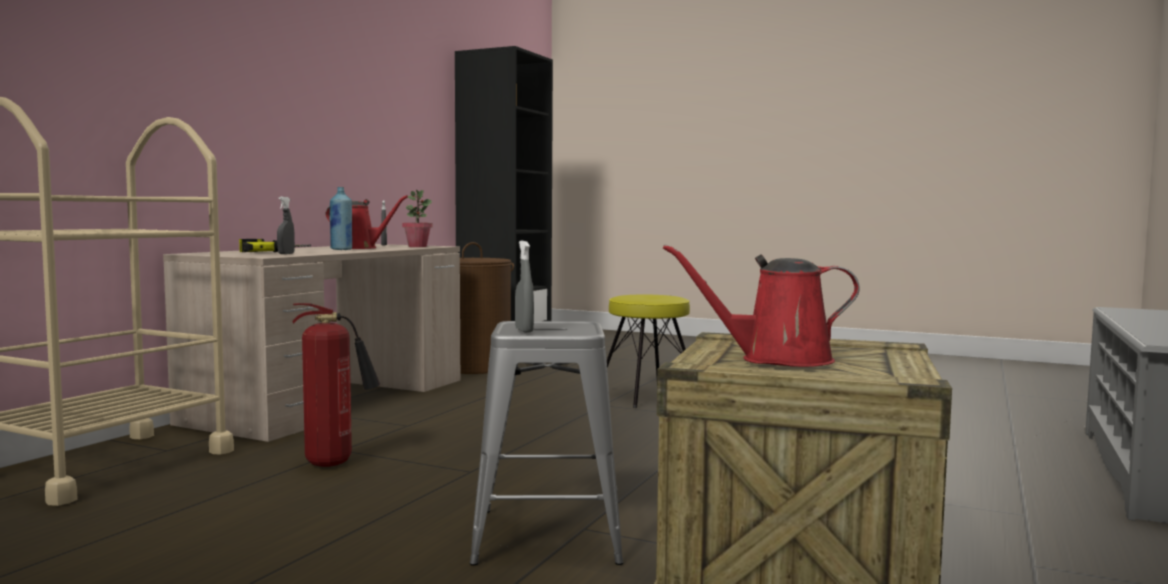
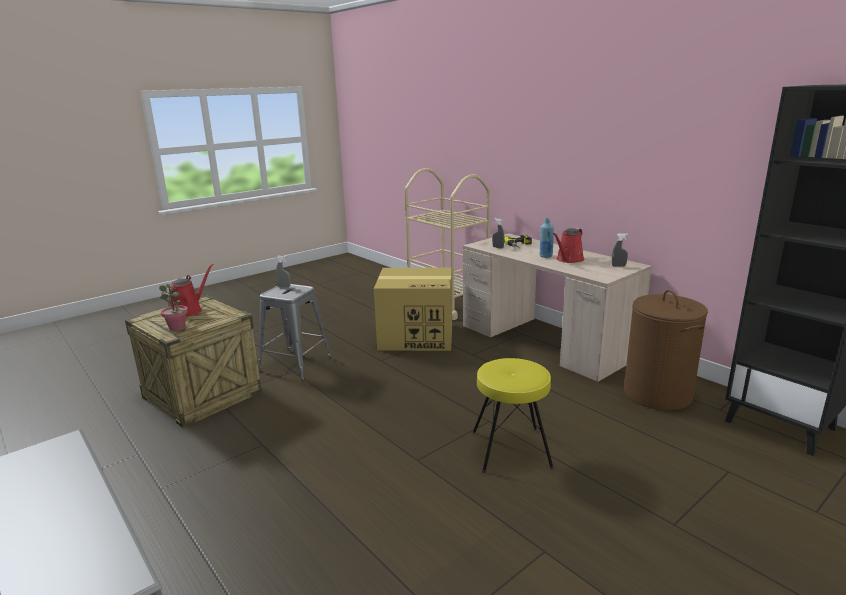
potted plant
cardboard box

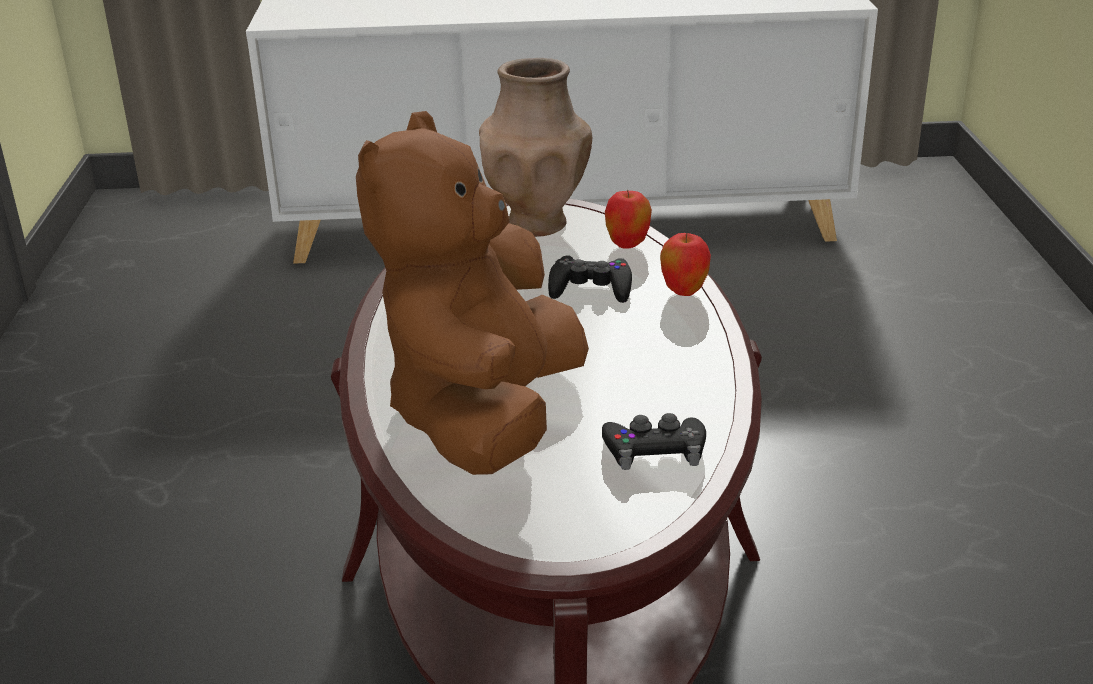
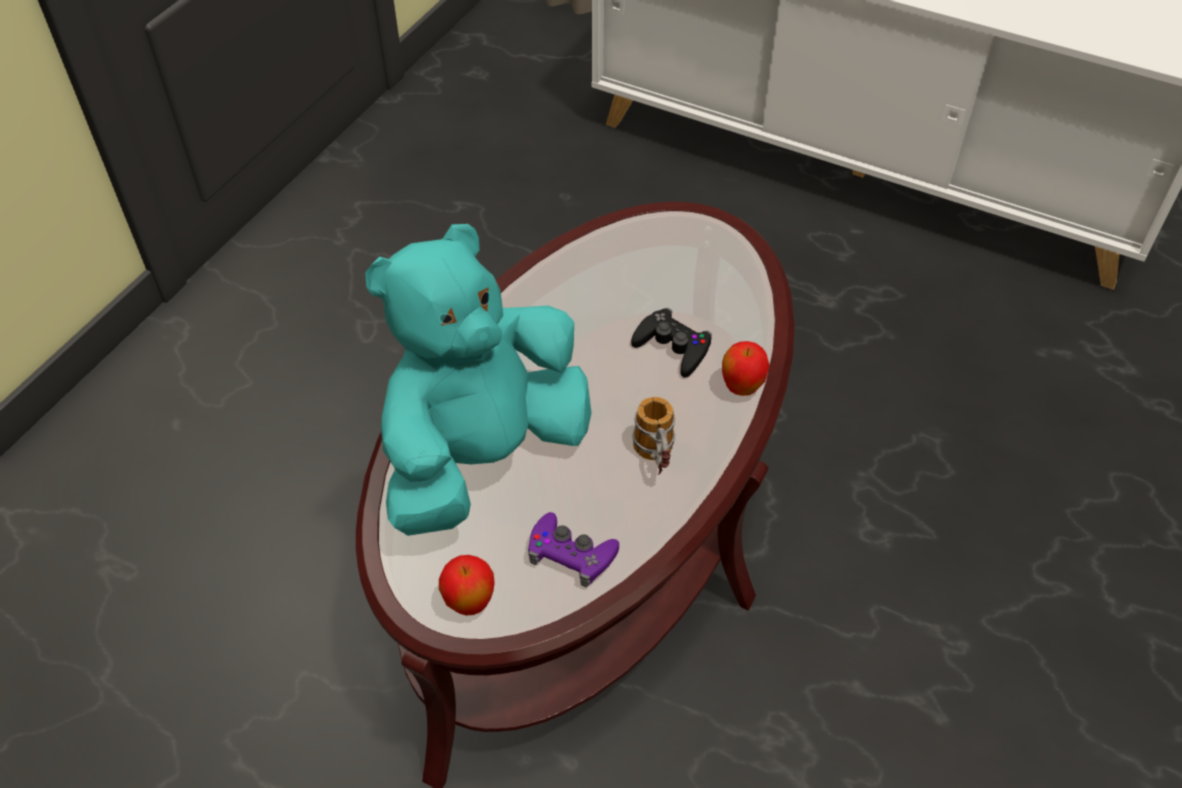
vase (brown)
mug
apple (1st from left)
plush toy (turquoise)
game controller (purple)

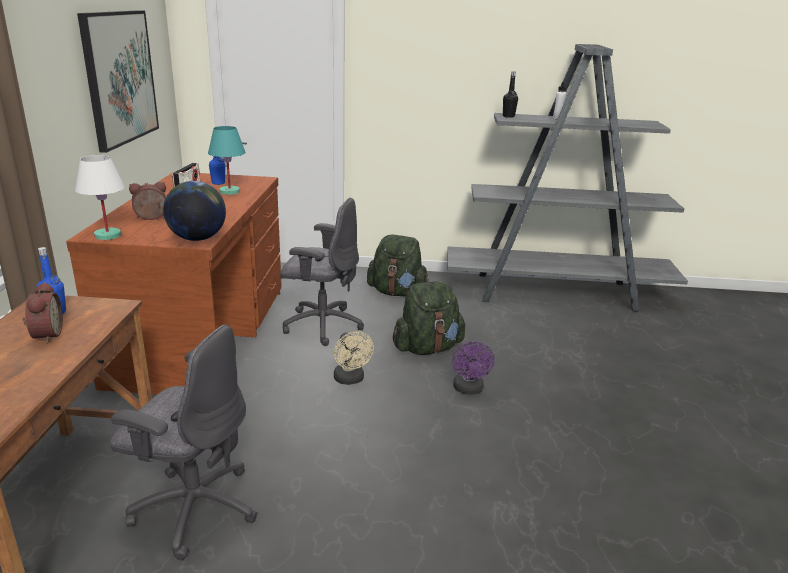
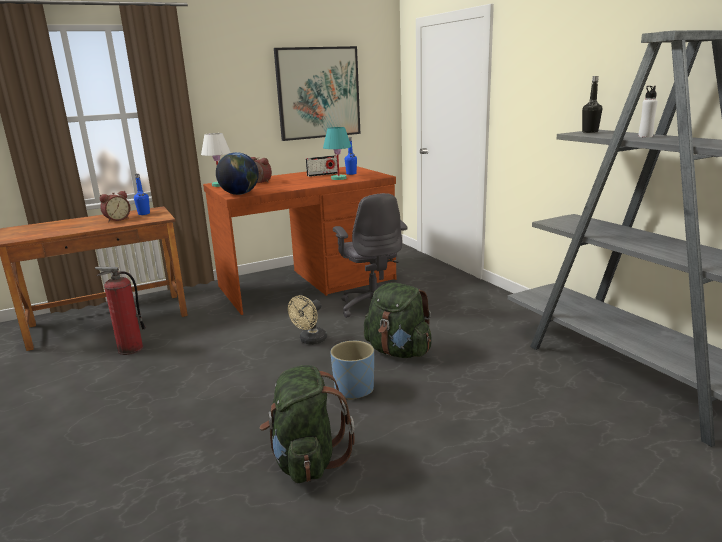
backpack (green) (1st from left)
fire extinguisher
planter (blue)

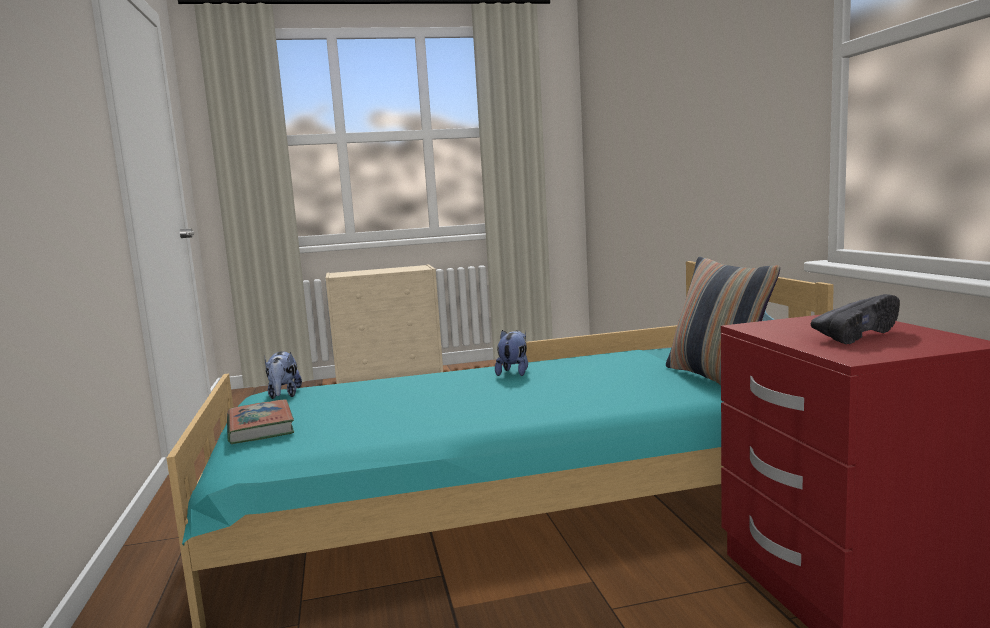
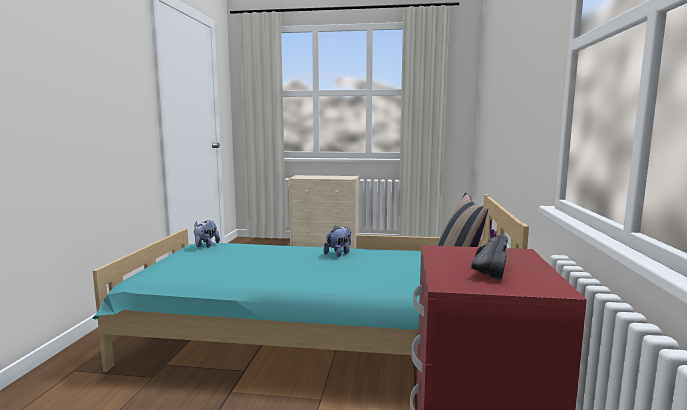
book
shoe (black)

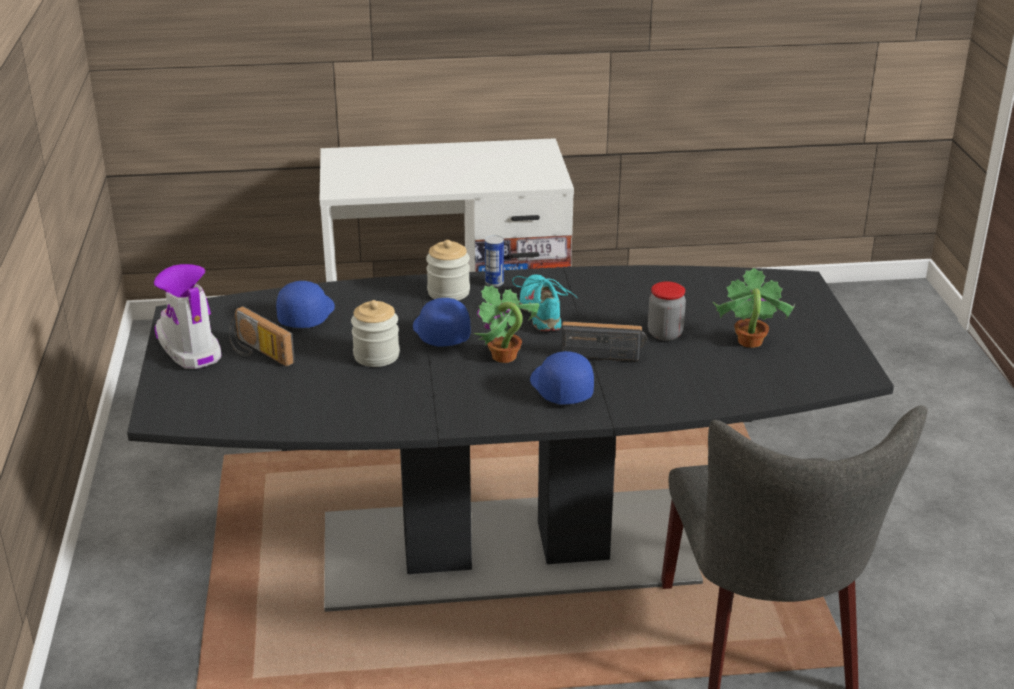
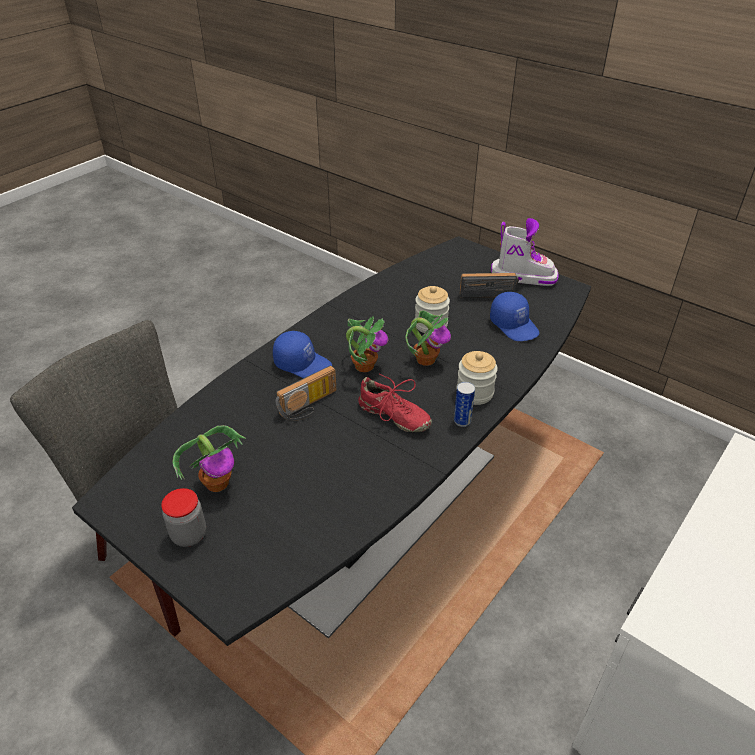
jar (1st from left)
potted plant (3rd from left)
shoe (red)

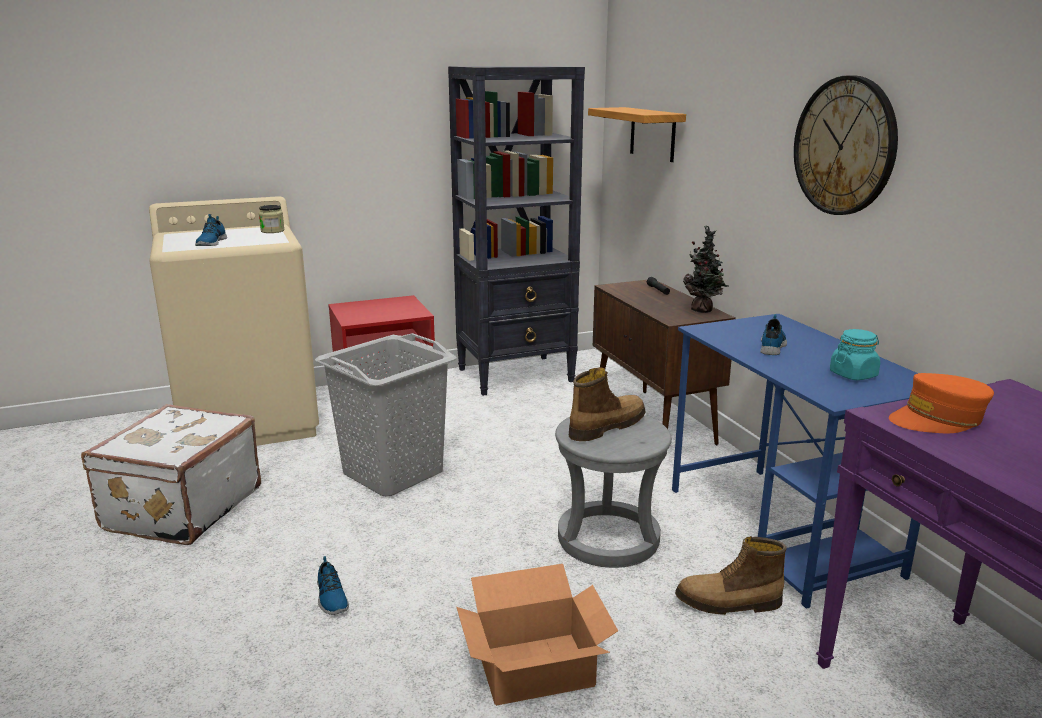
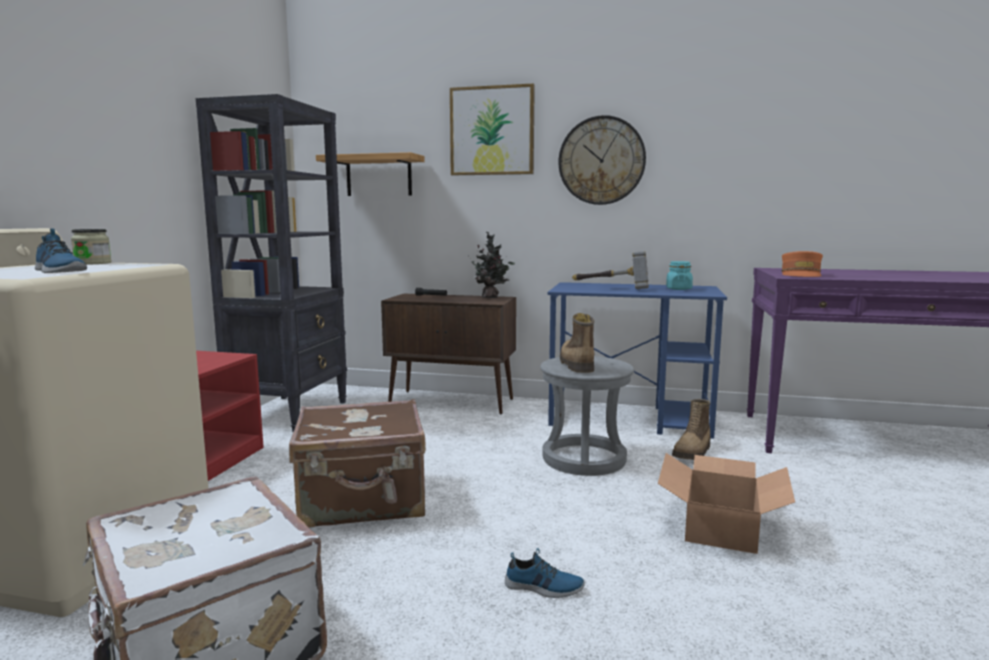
picture
suitcase (brown)
hammer

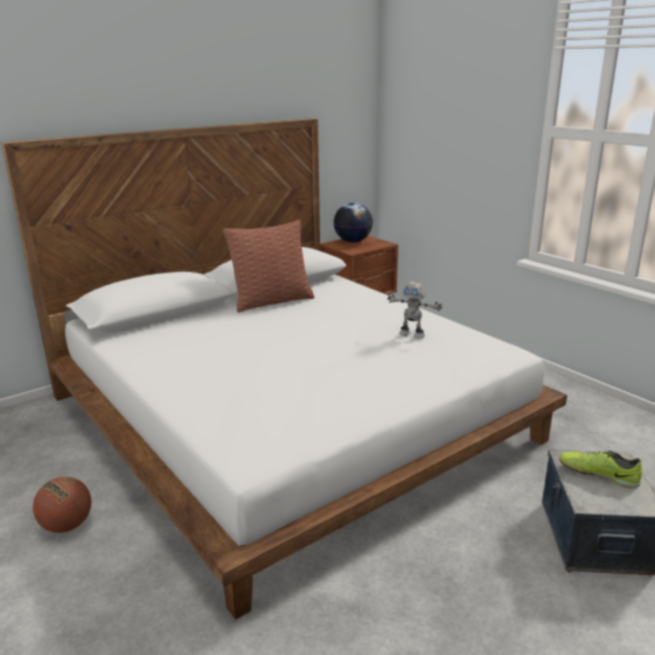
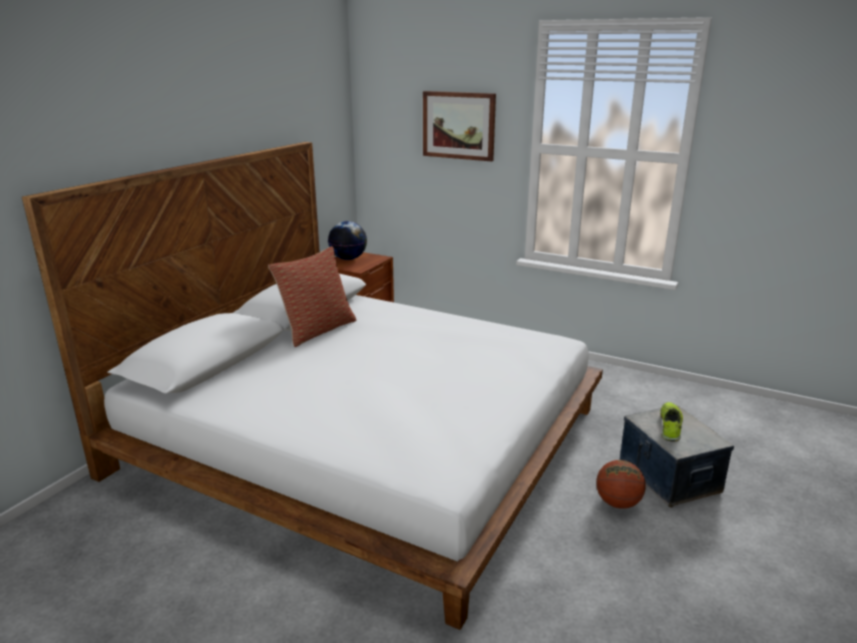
toy robot
picture
basketball
shoe

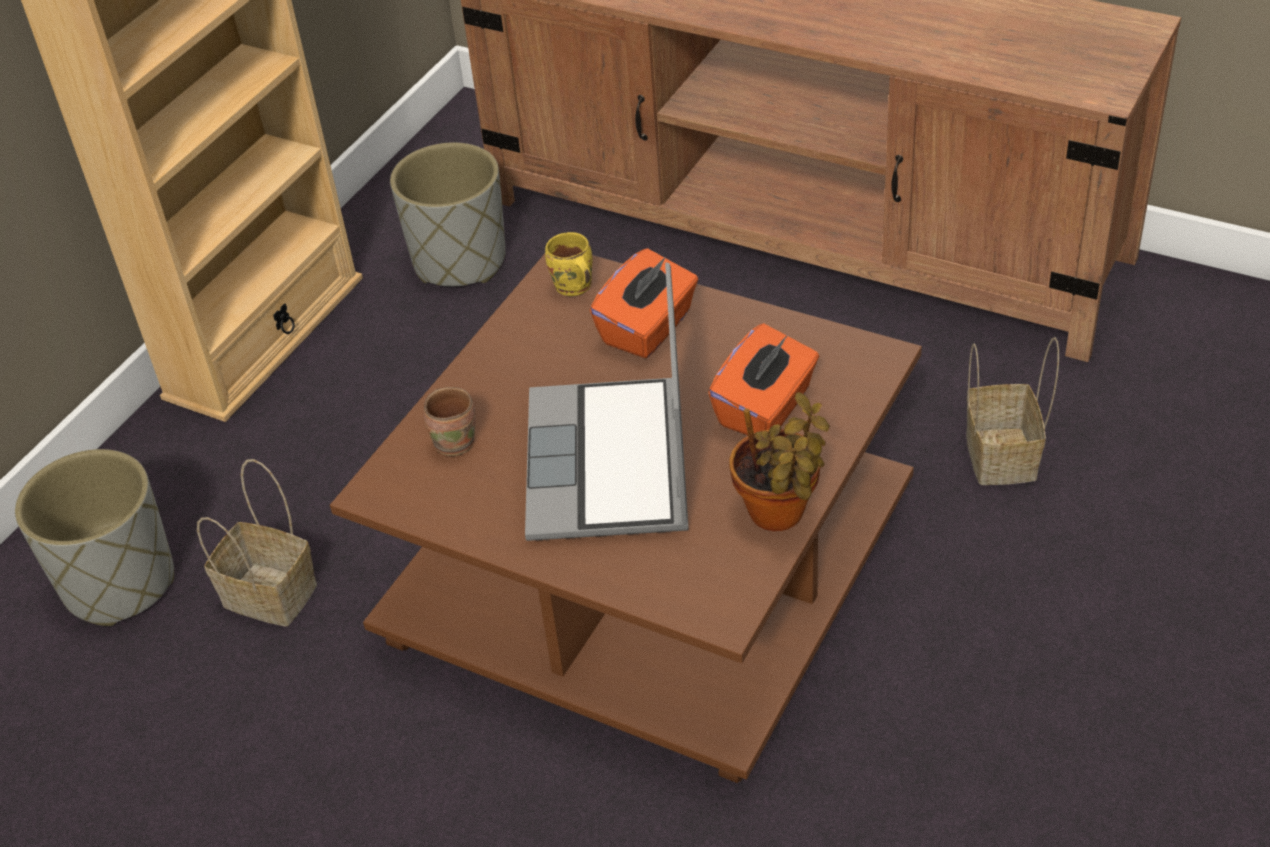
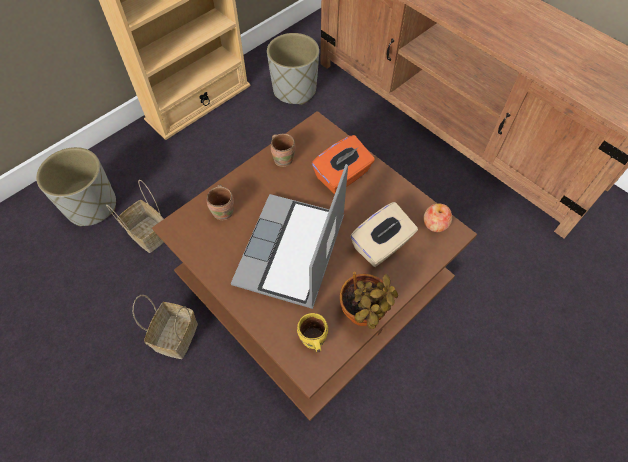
mug (brown) (2nd from left)
apple
mug (yellow)
basket (2nd from left)
tissue box (beige)

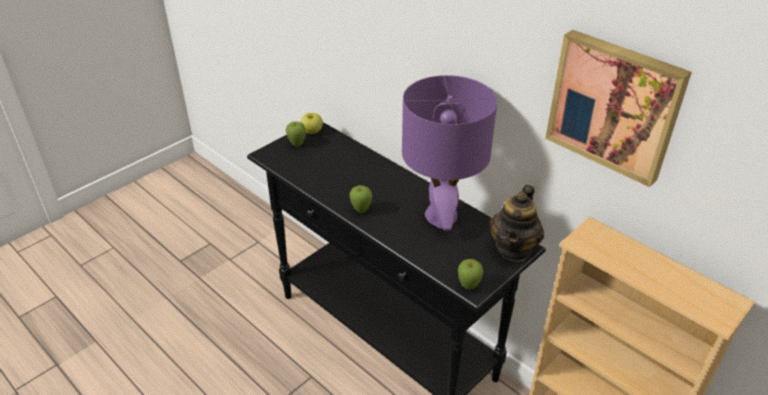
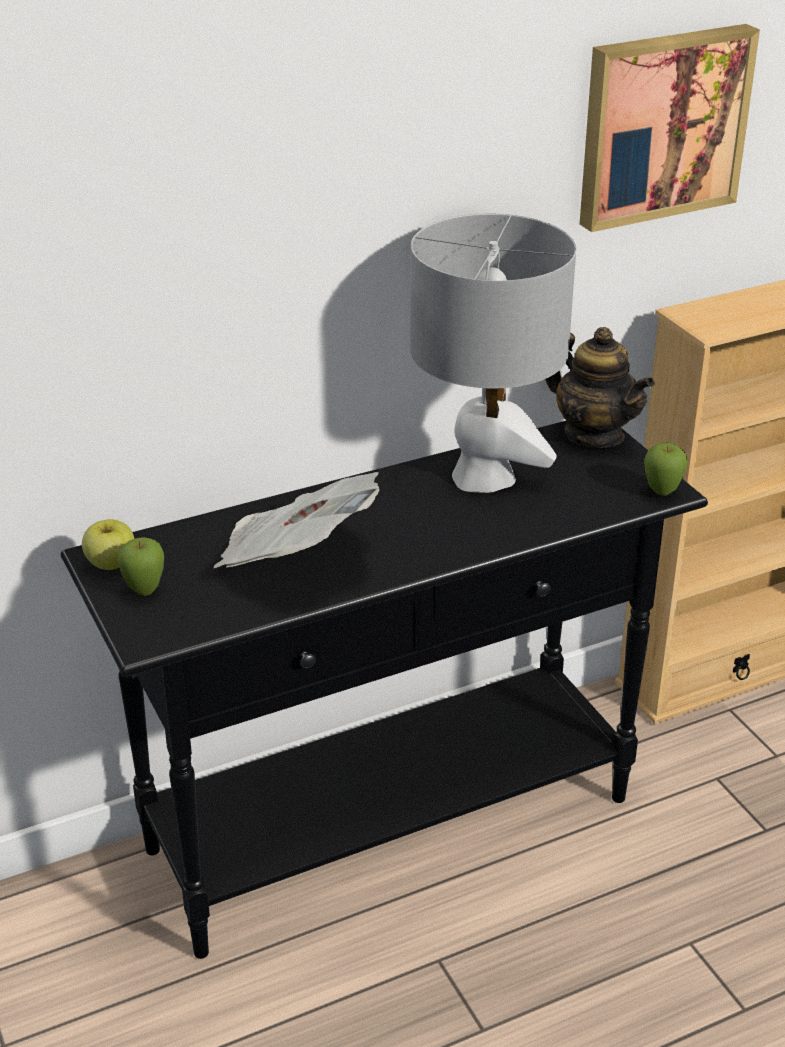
apple (3rd from left in the first image)
newspaper
table lamp (grey)

